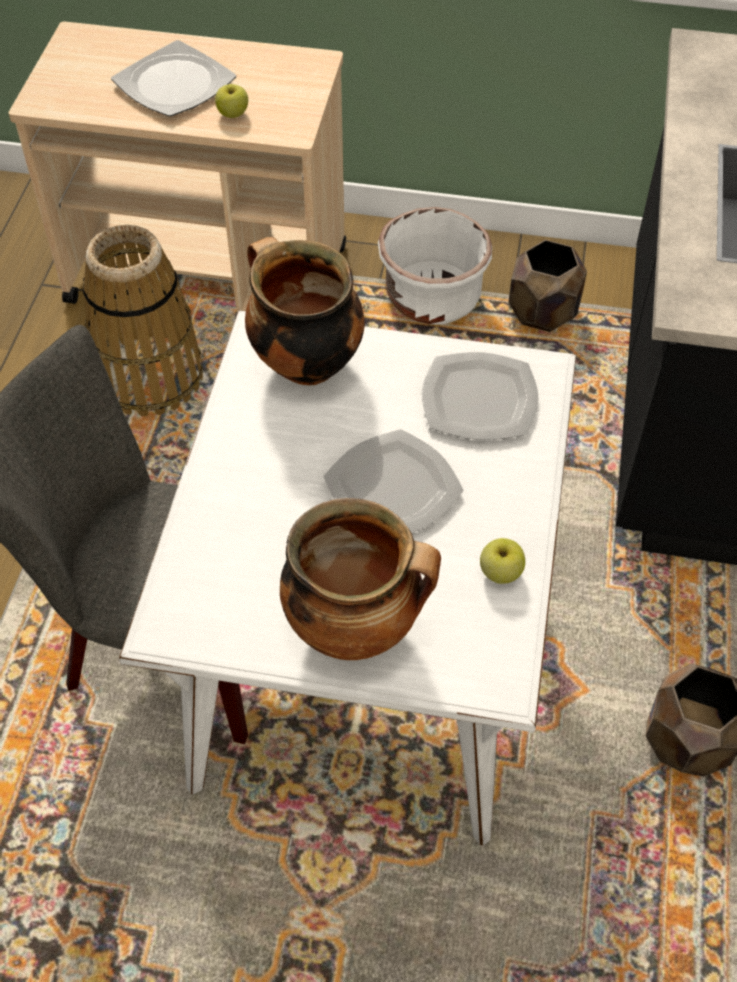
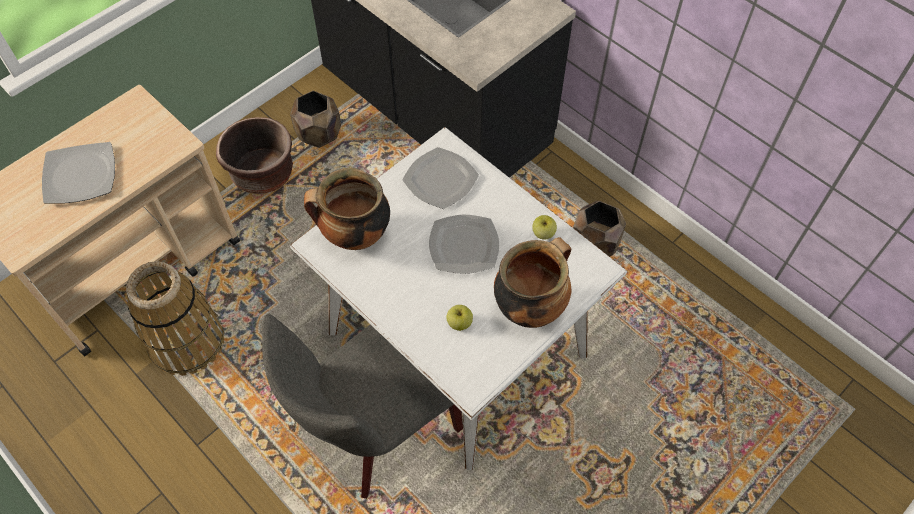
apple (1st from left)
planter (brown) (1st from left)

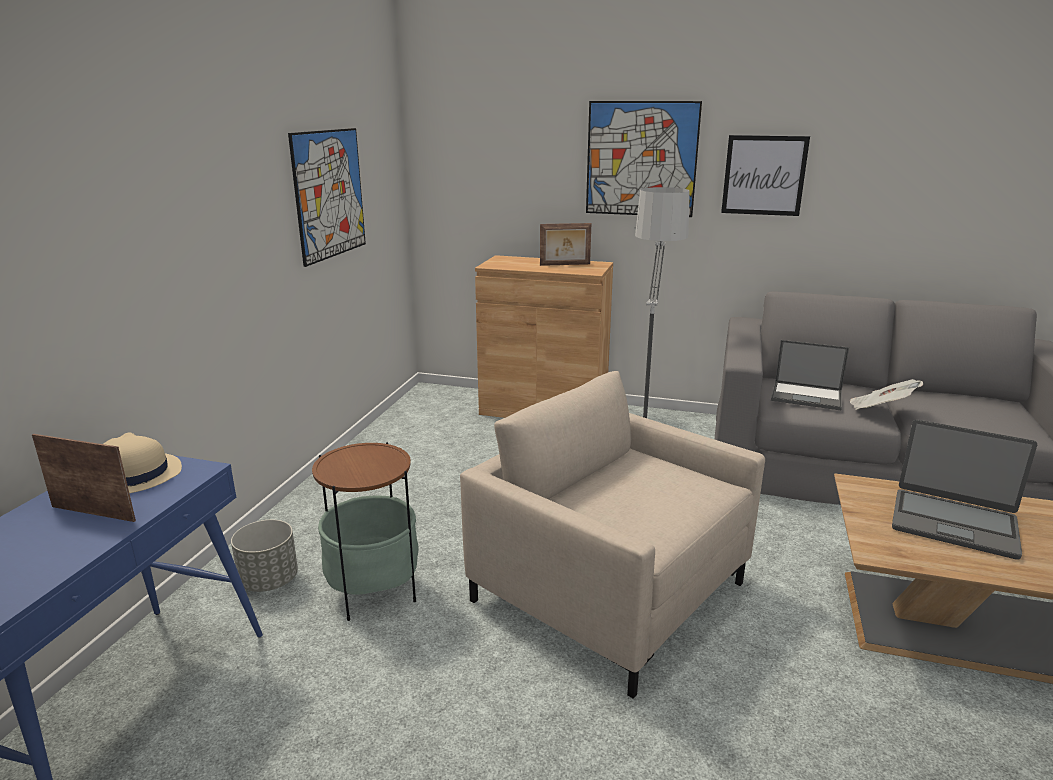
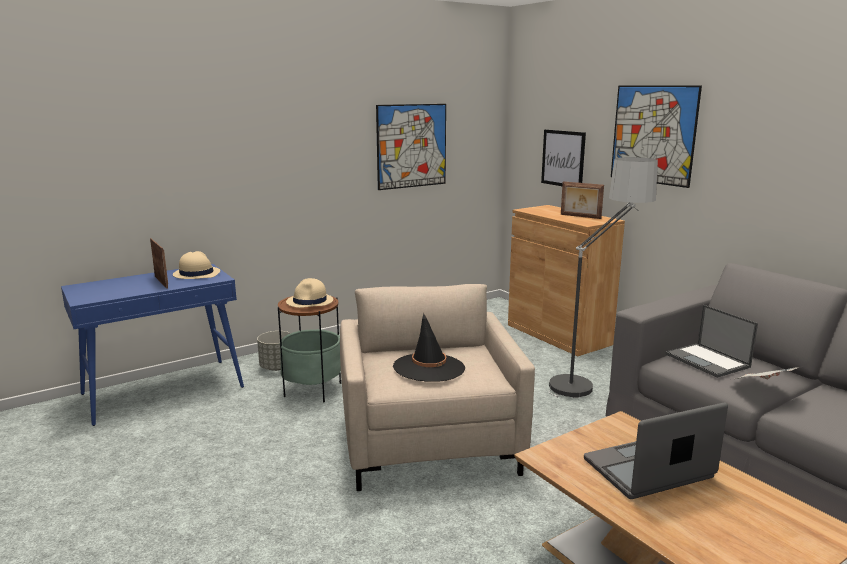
hat (beige) (2nd from left)
hat (black)
picture (2nd from left)
laptop (1st from left)

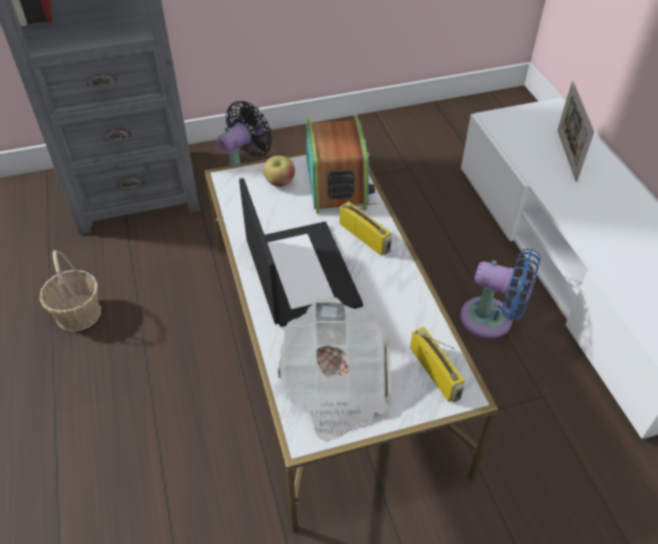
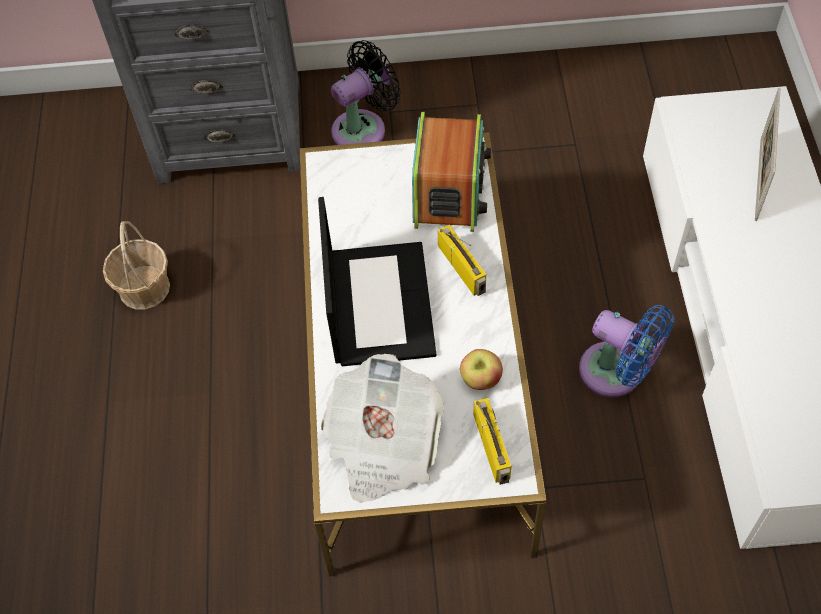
apple

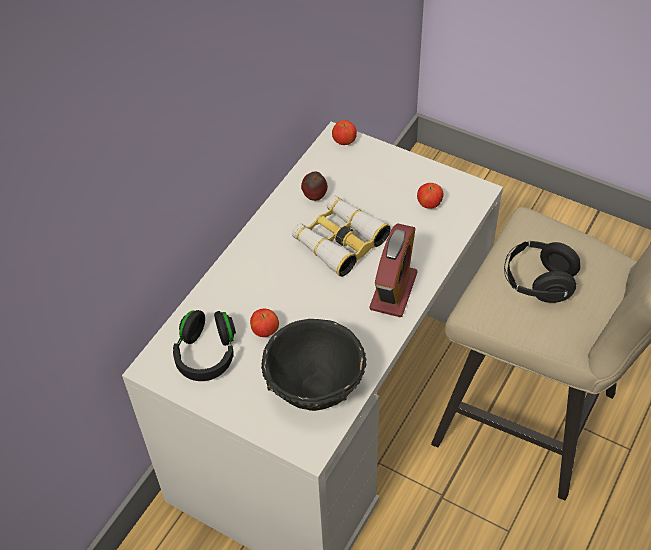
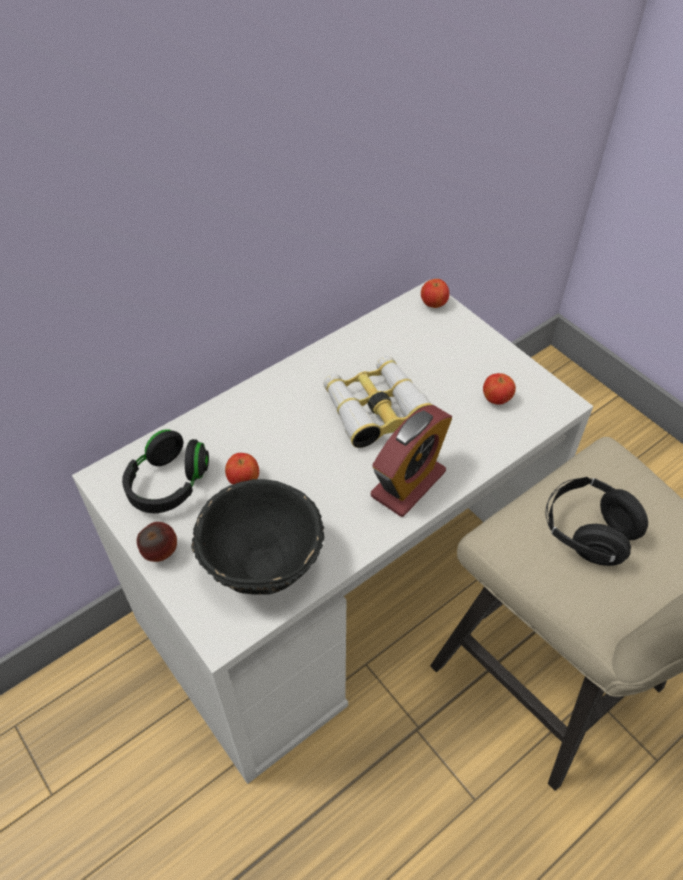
apple (1st from left)

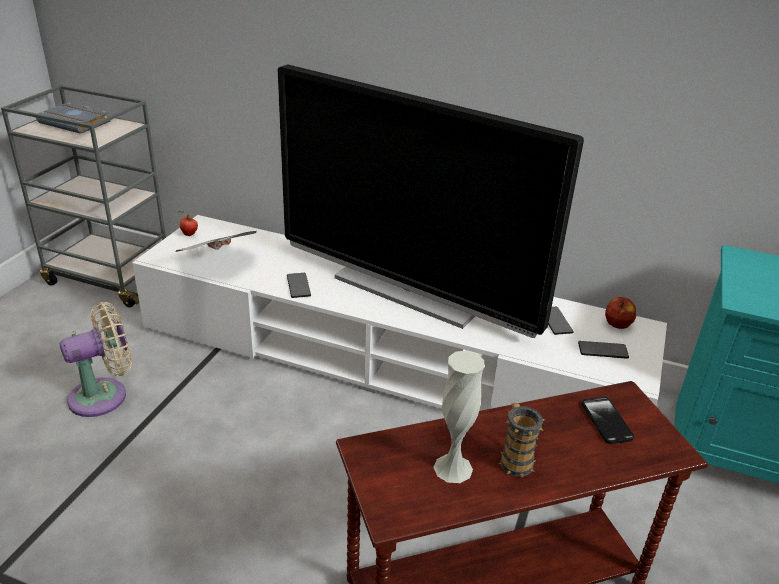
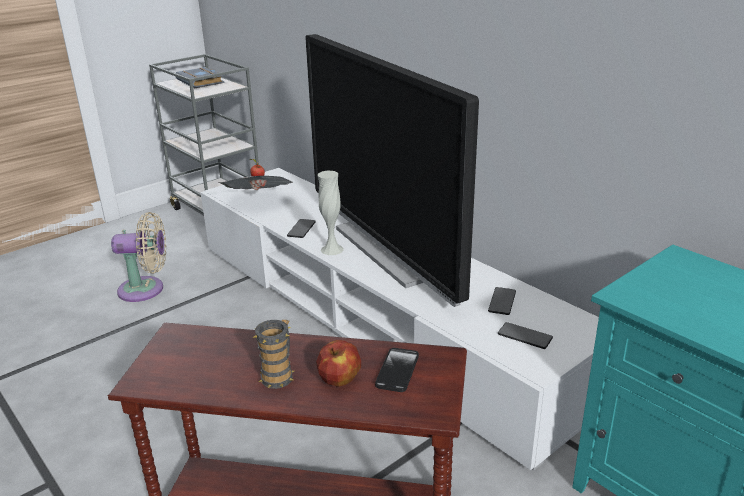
vase (white)
apple (2nd from left)

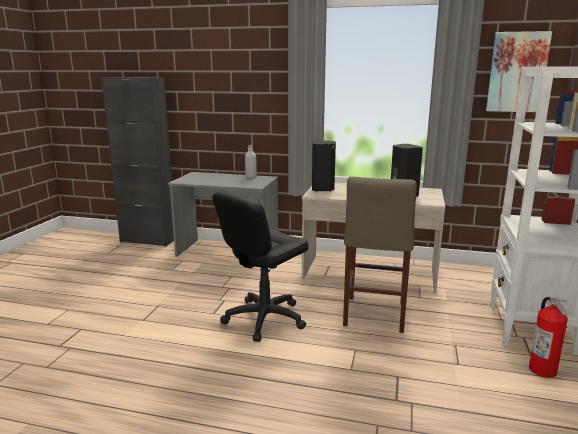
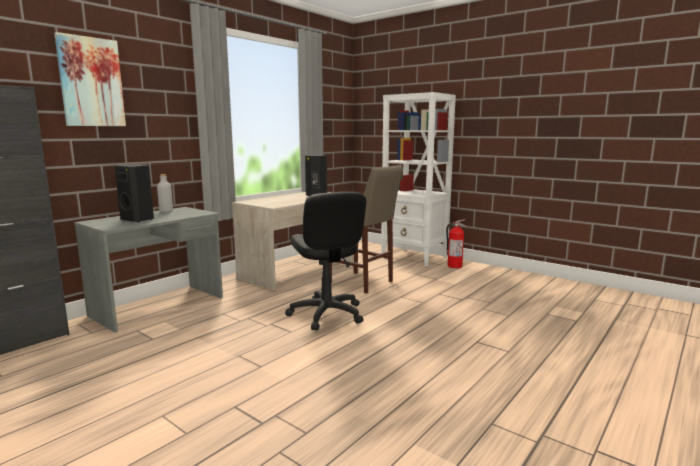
speaker (black) (1st from left)
picture

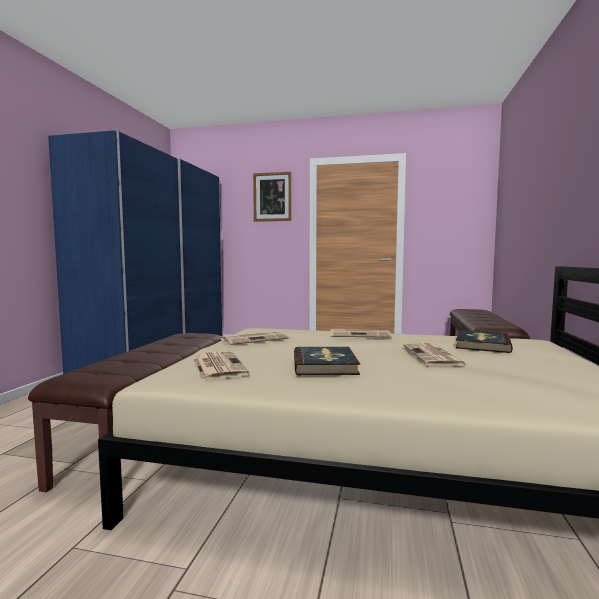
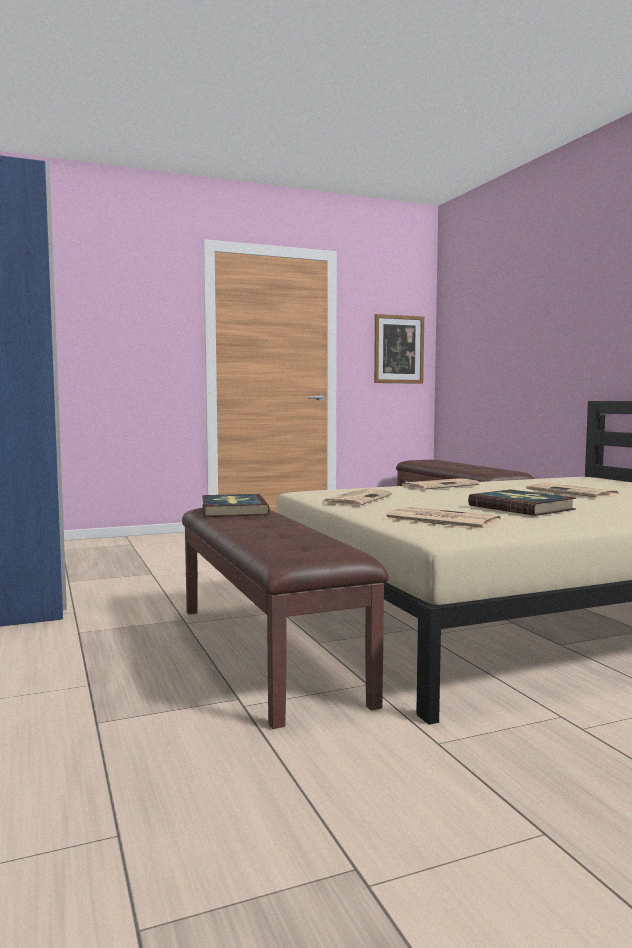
picture
book (1st from left)

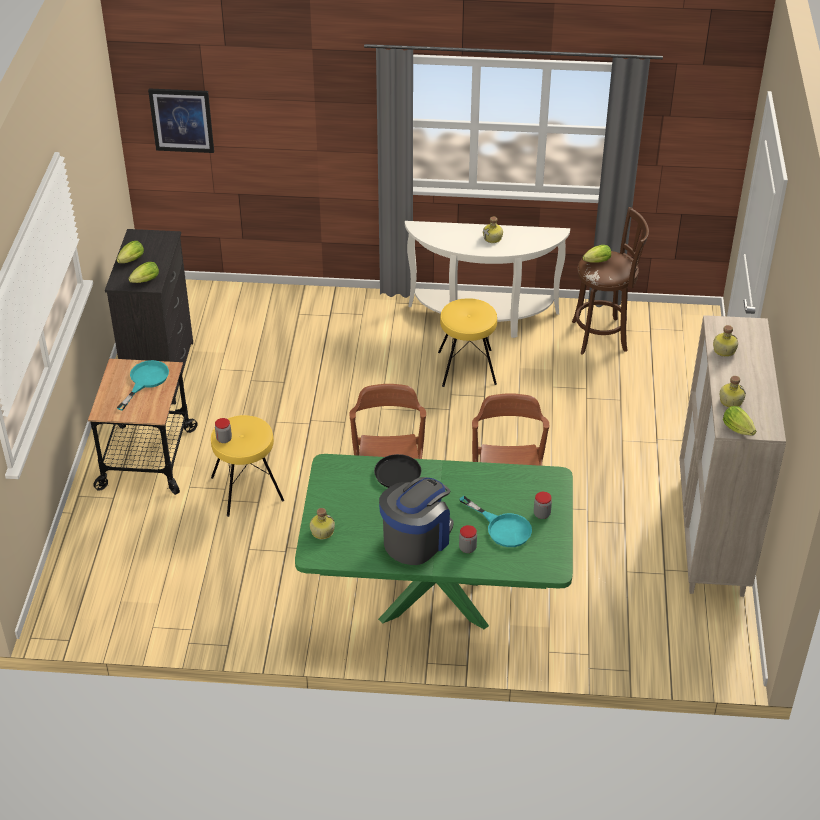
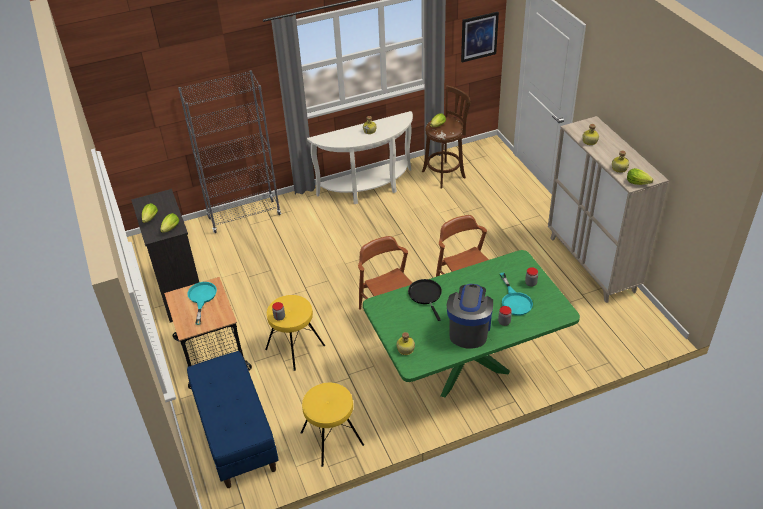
bookcase (grey)
bench (blue)
picture
stool (yellow) (2nd from left)
frying pan (turquoise) (2nd from left)

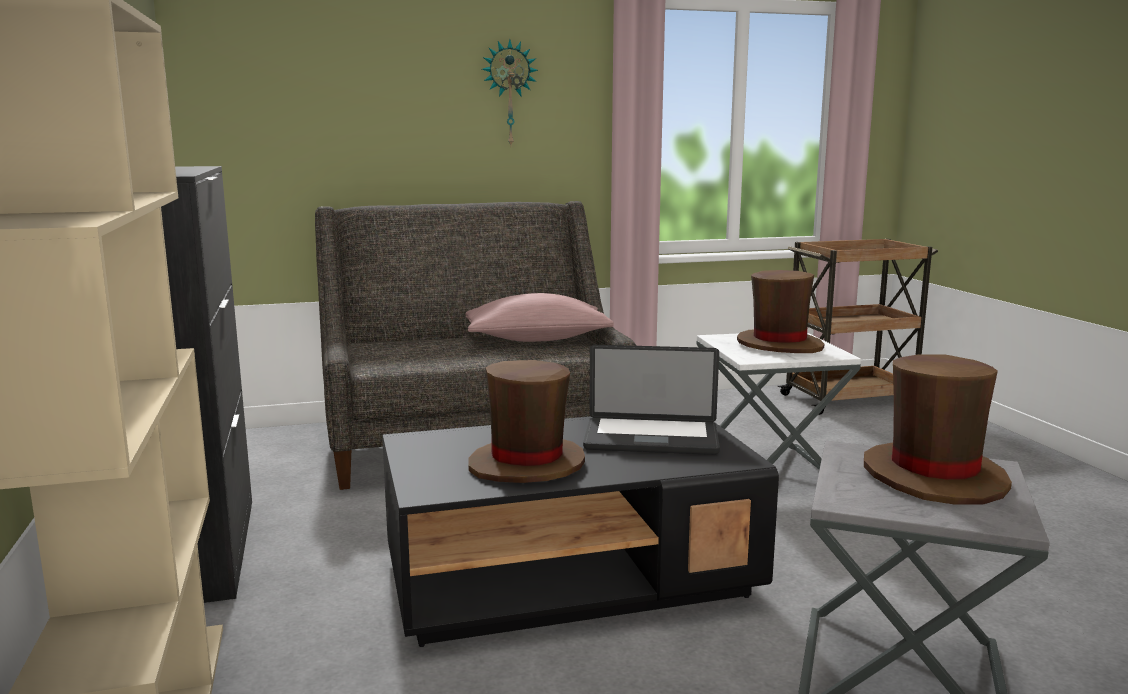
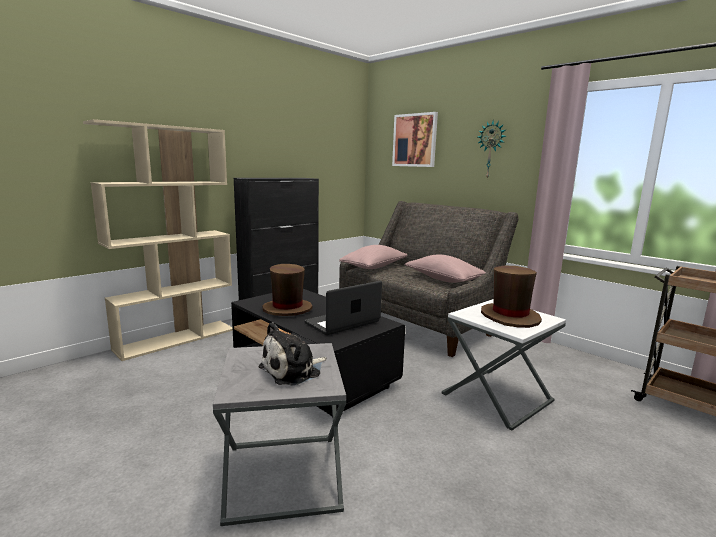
pillow (pink) (1st from left)
picture
plush toy
laptop

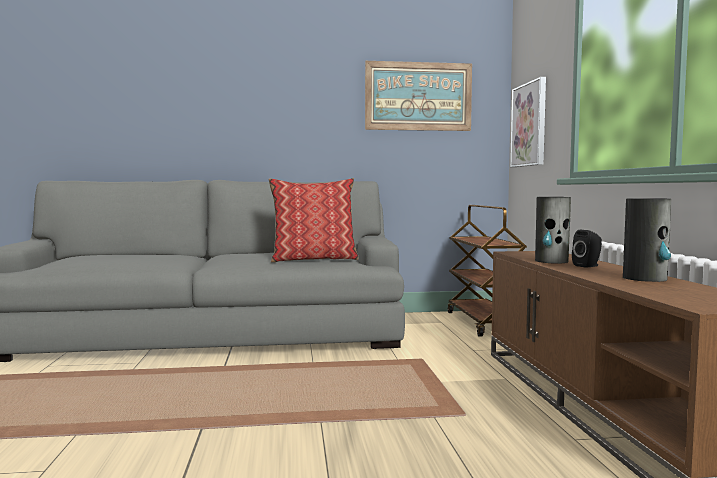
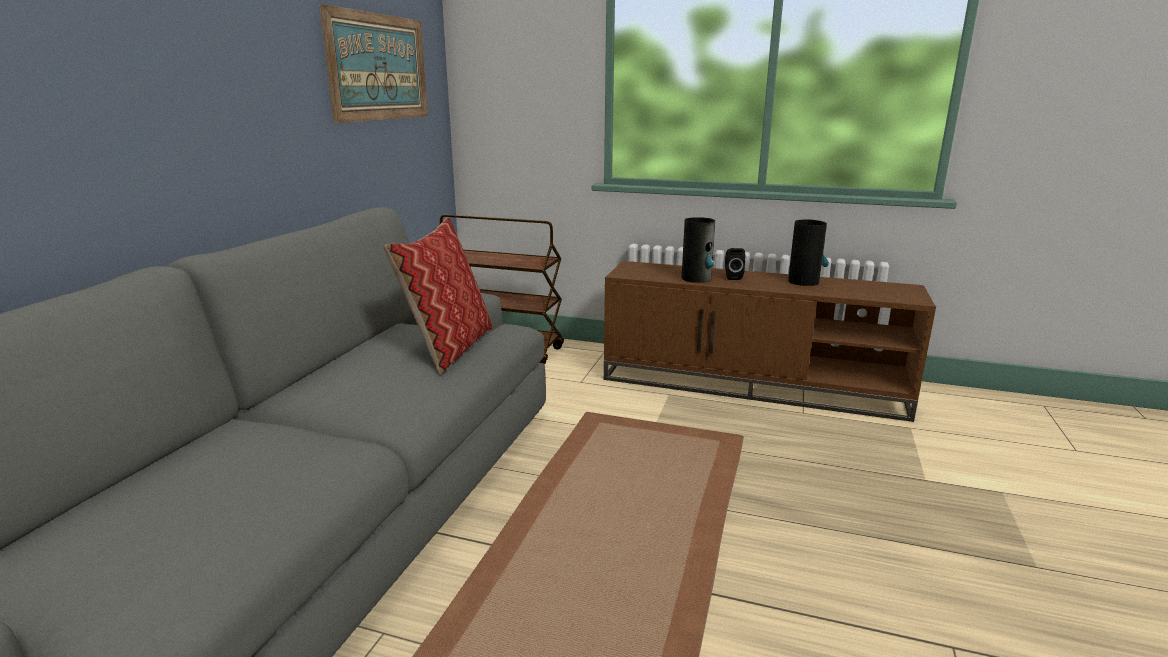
picture (2nd from left in the first image)

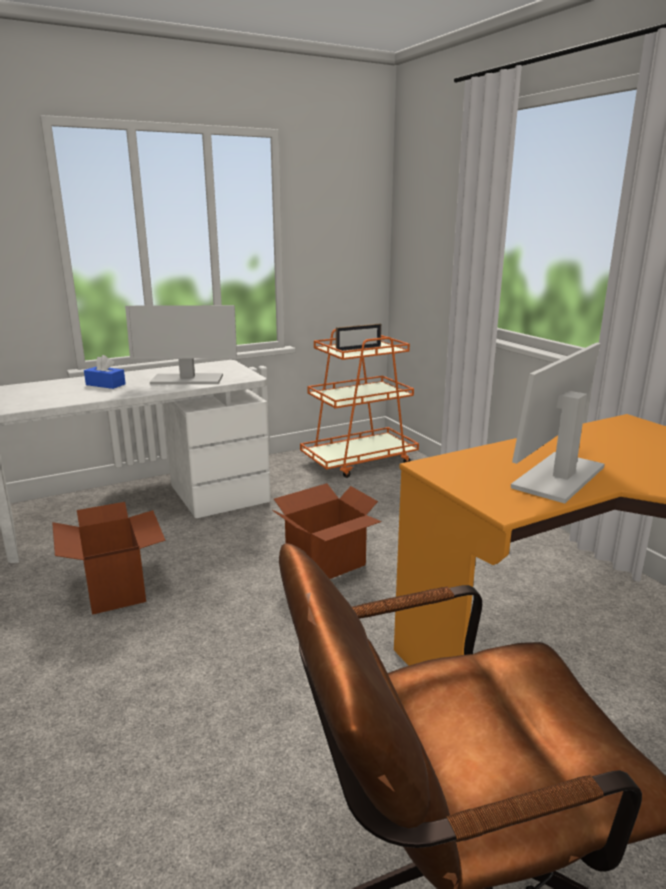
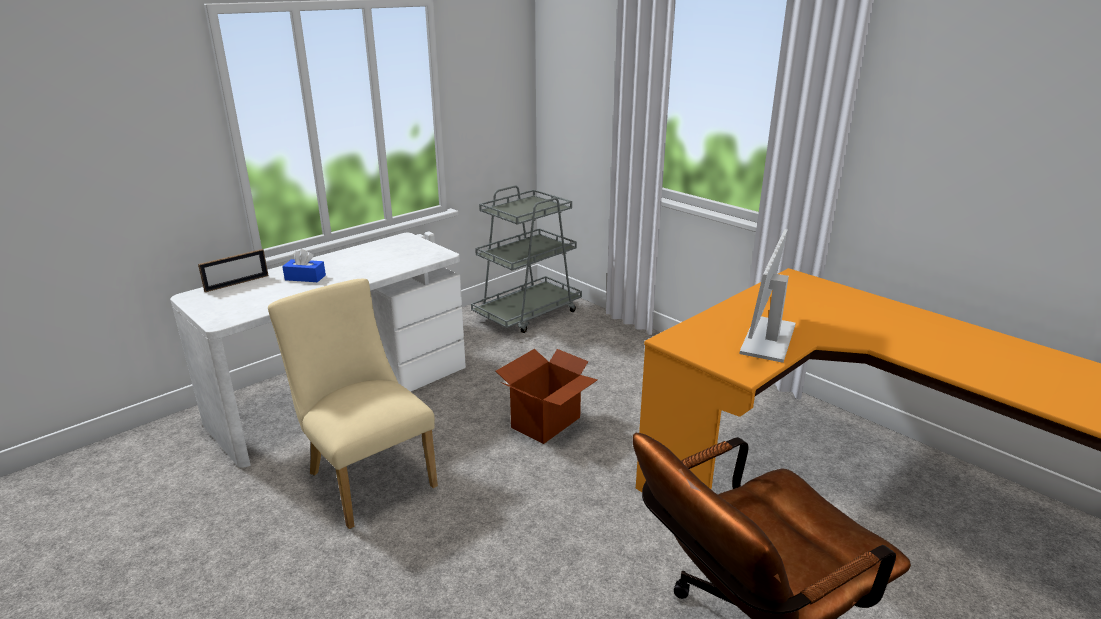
monitor (1st from left in the first image)
picture frame
chair (beige)
cart (grey)

